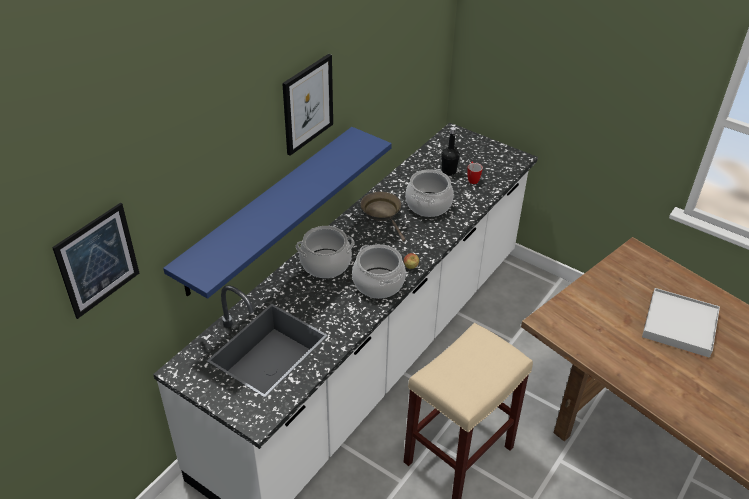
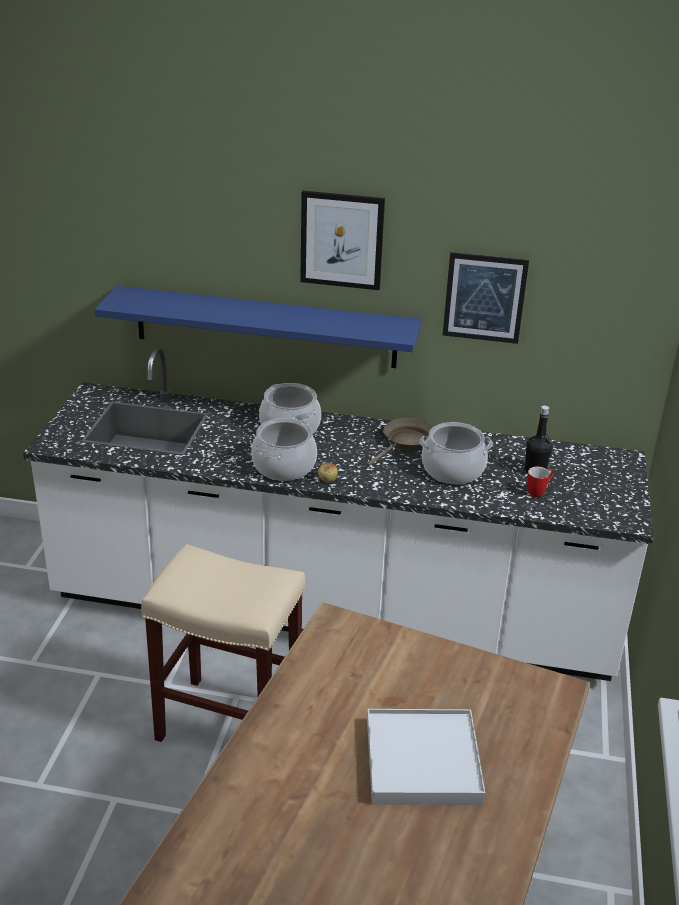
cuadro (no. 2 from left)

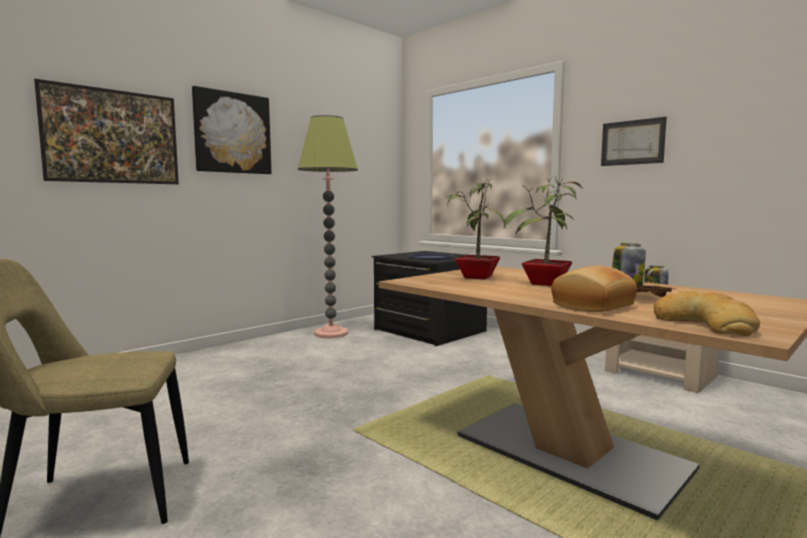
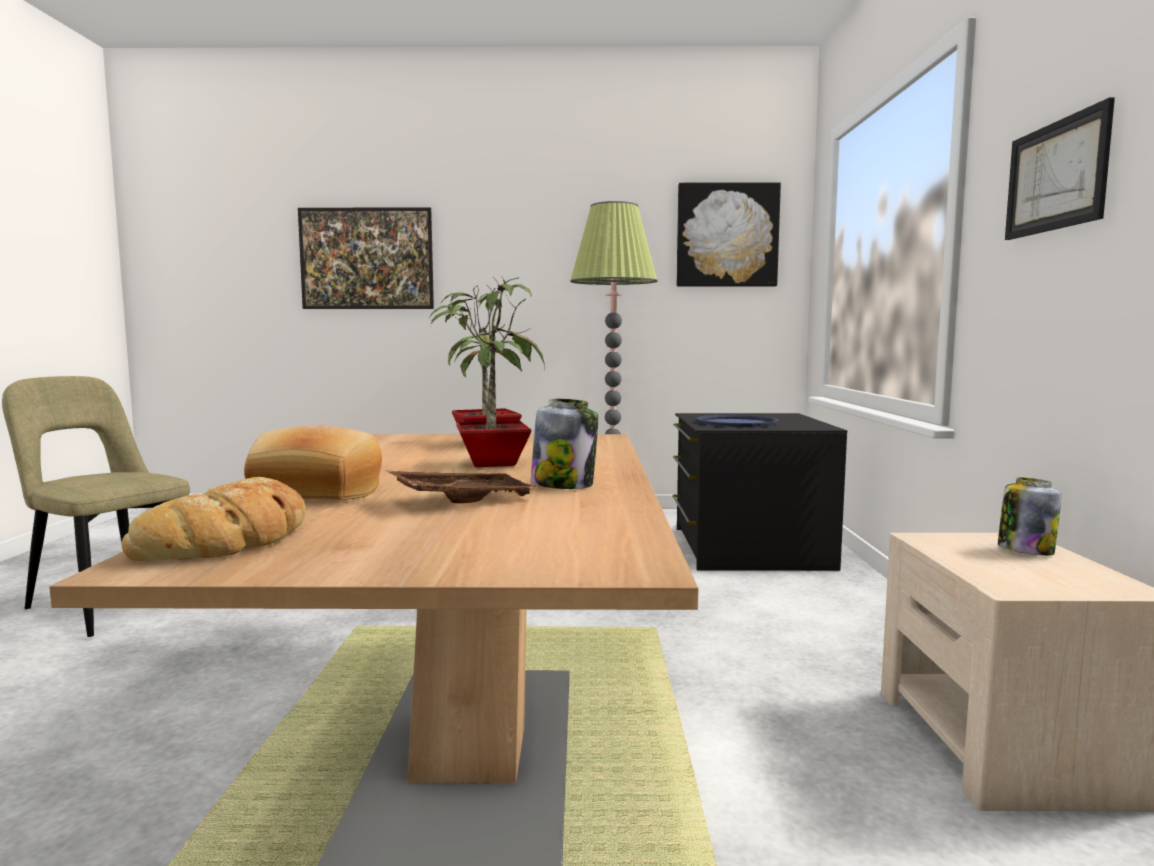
cuadro (no. 2 from left)

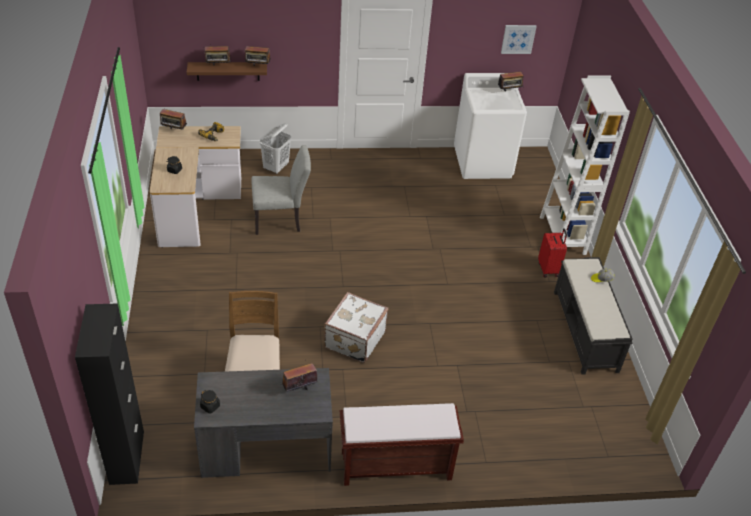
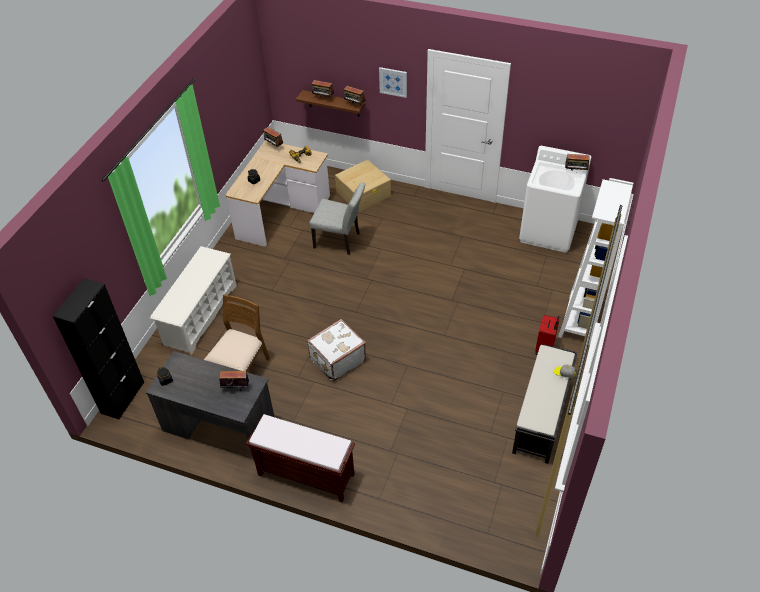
caja de almacenaje (beis)
cuadro
zapatero (blanco)

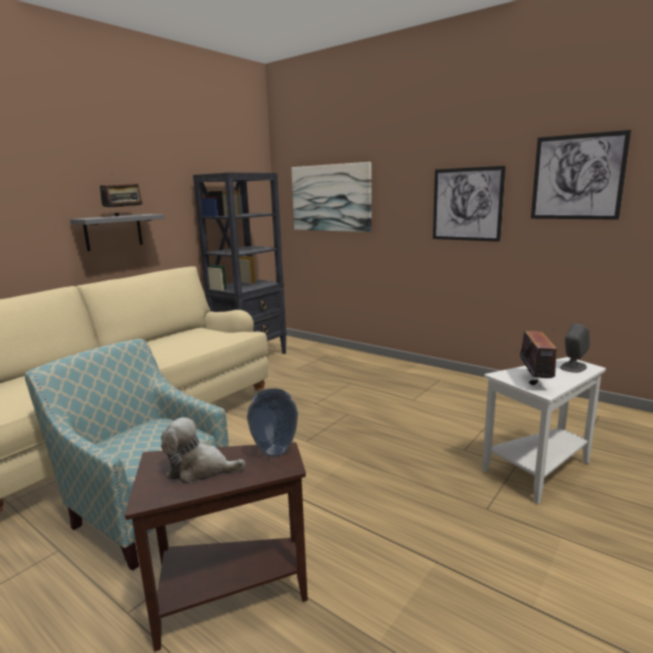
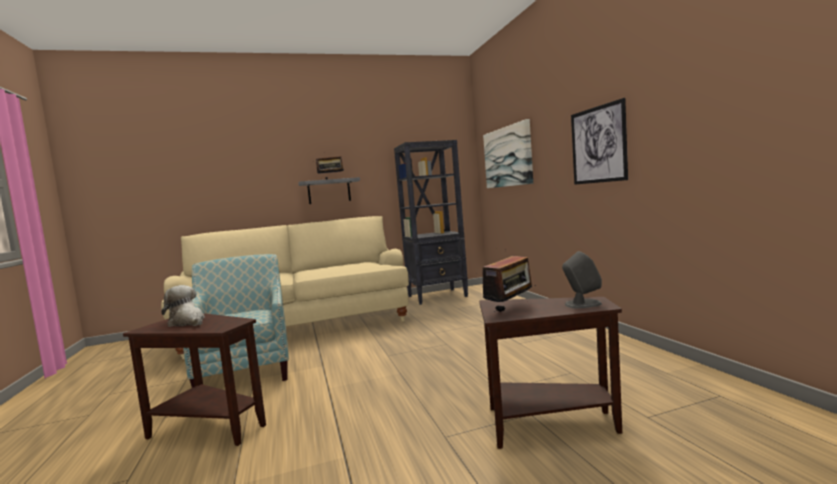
florero
mesa auxiliar (marrón) (no. 2 from left)
cuadro (no. 3 from left in the first image)

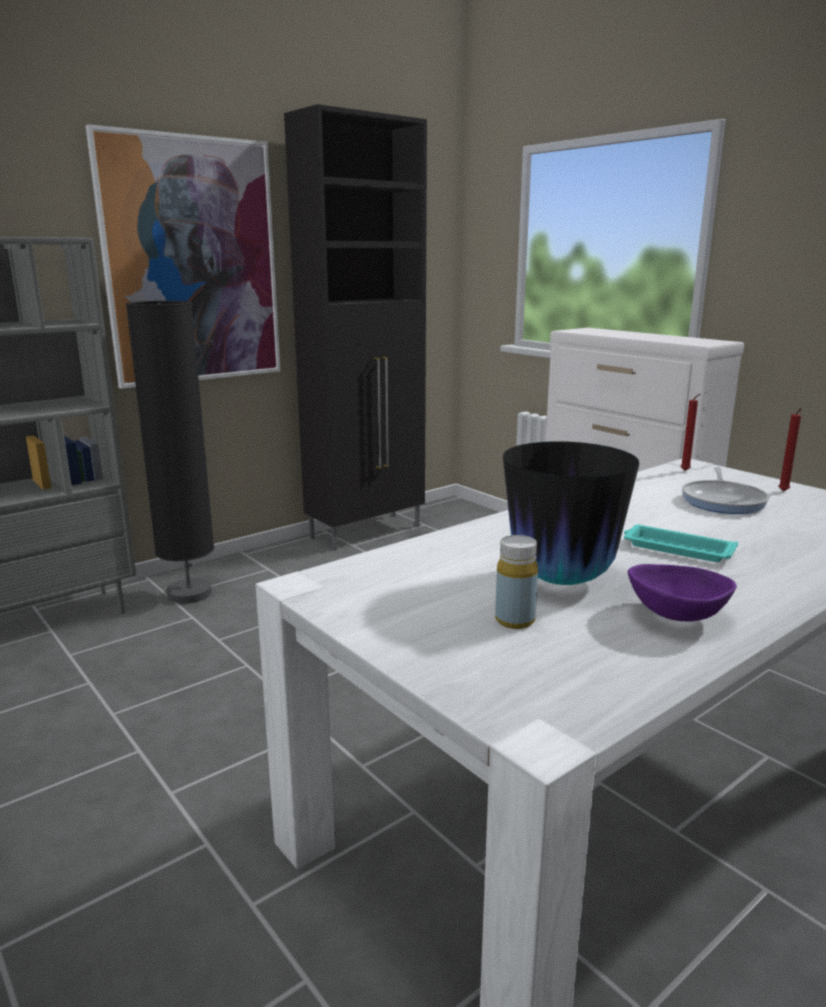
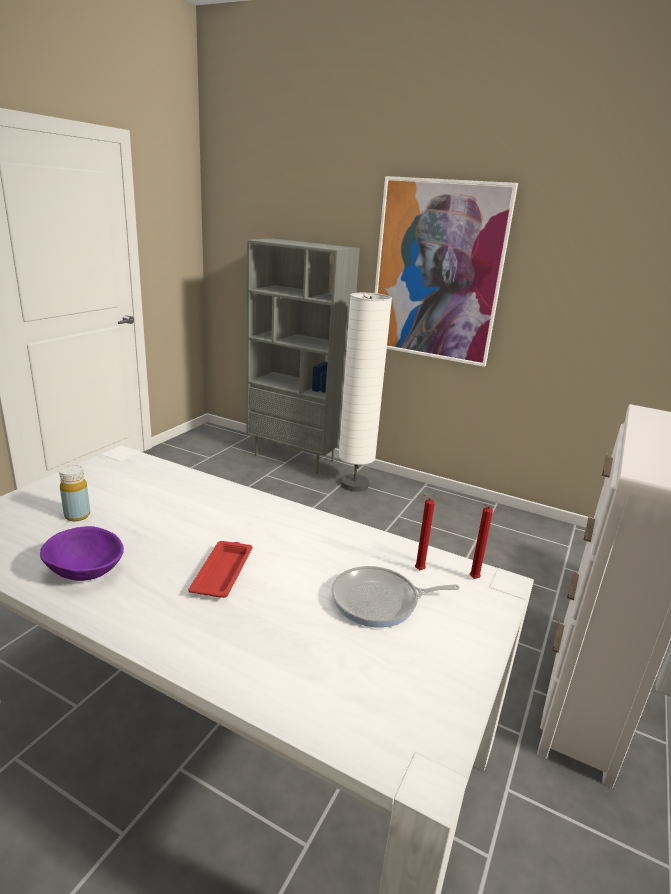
lámpara de pie (blanco)
armario (negro)
florero
bandeja (rojo)
vela (rojo) (no. 1 from left)

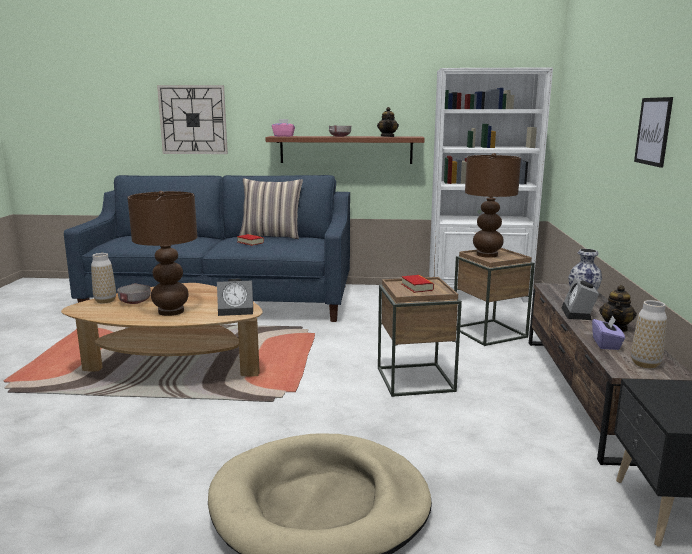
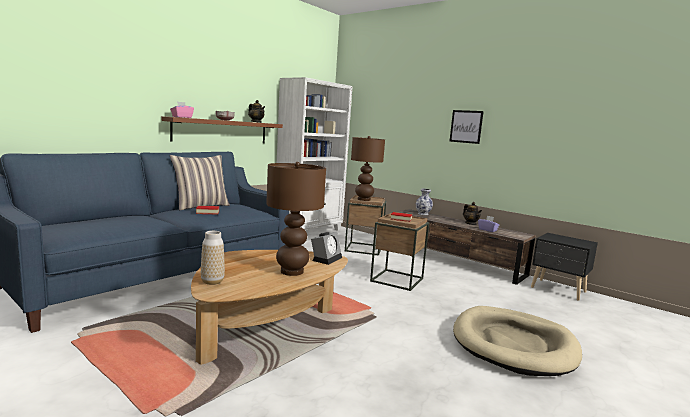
cuenco (gris) (no. 1 from left in the first image)
reloj de pared
despertador (no. 2 from left in the first image)
florero (no. 3 from left in the first image)

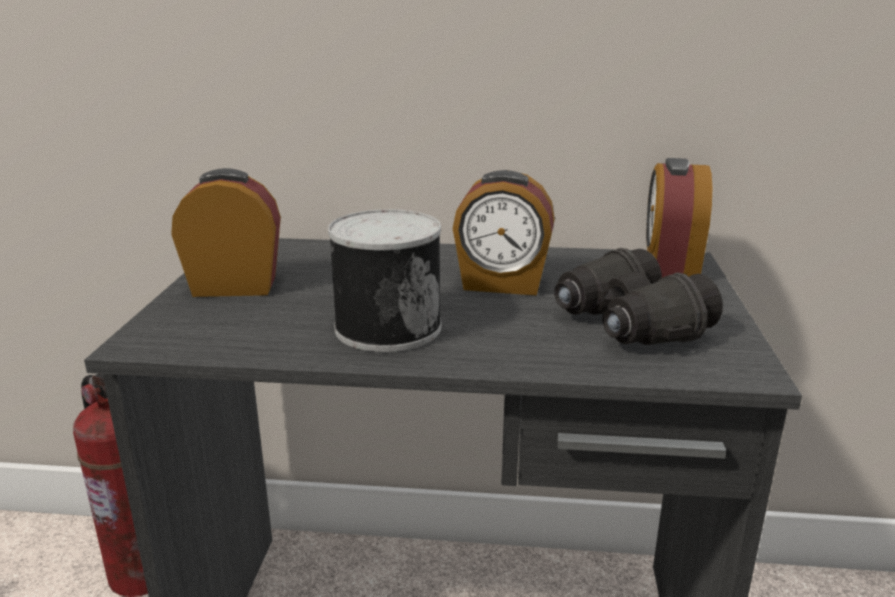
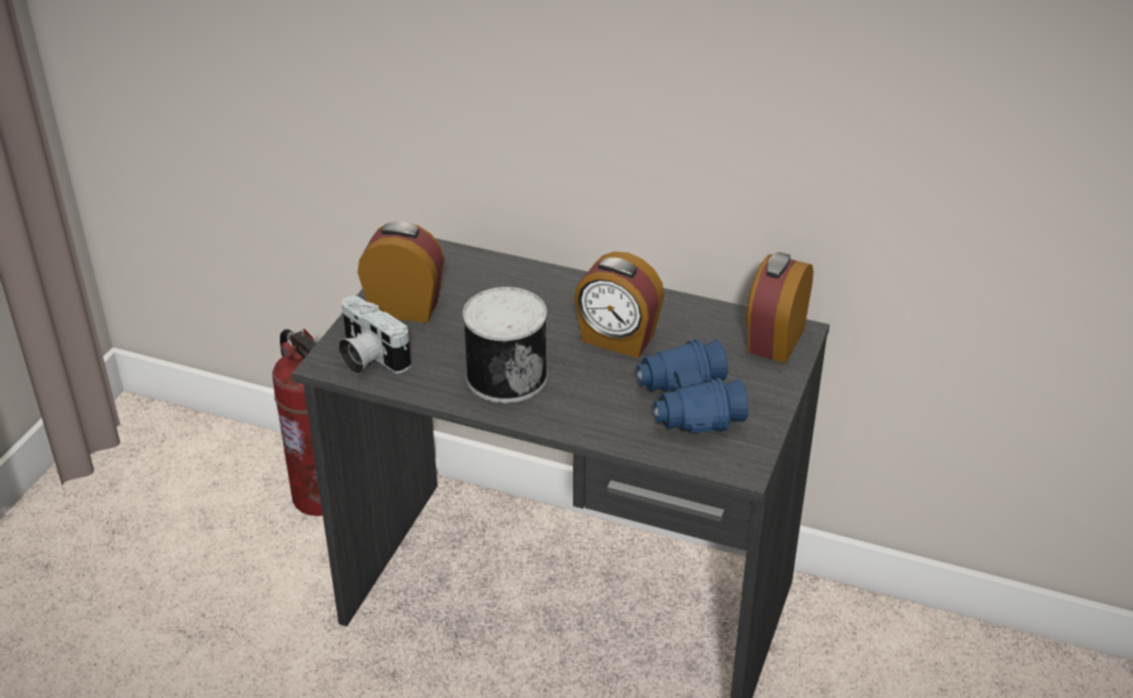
prismáticos (azul)
cámara

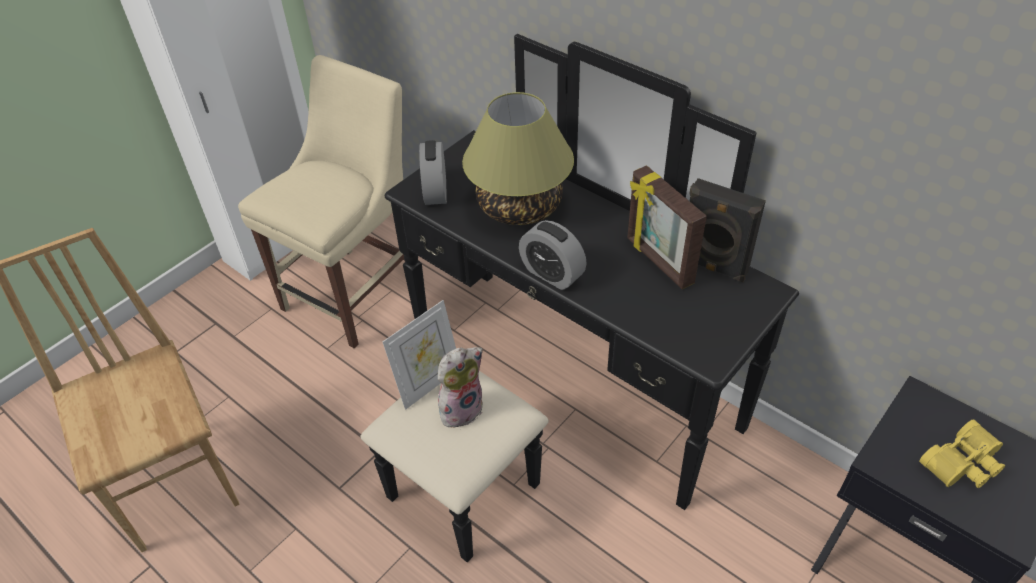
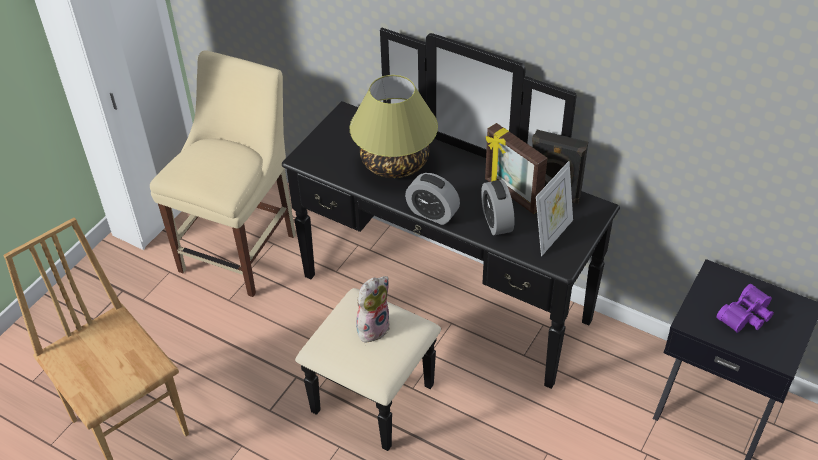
portarretratos (no. 2 from left)
despertador (no. 2 from left)
prismáticos (morado)

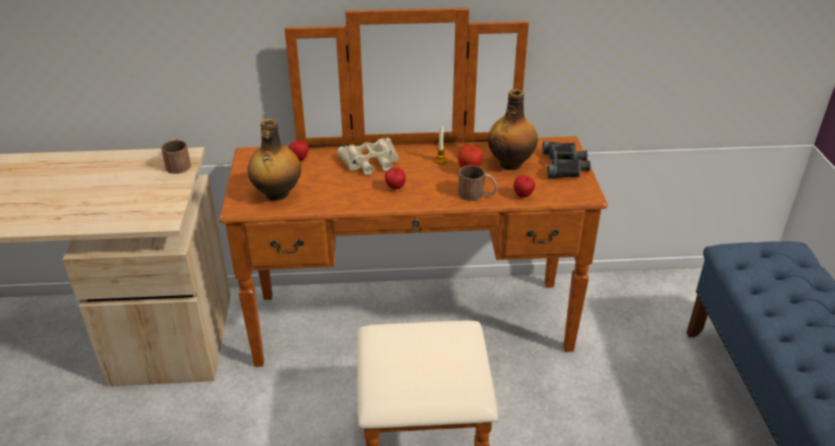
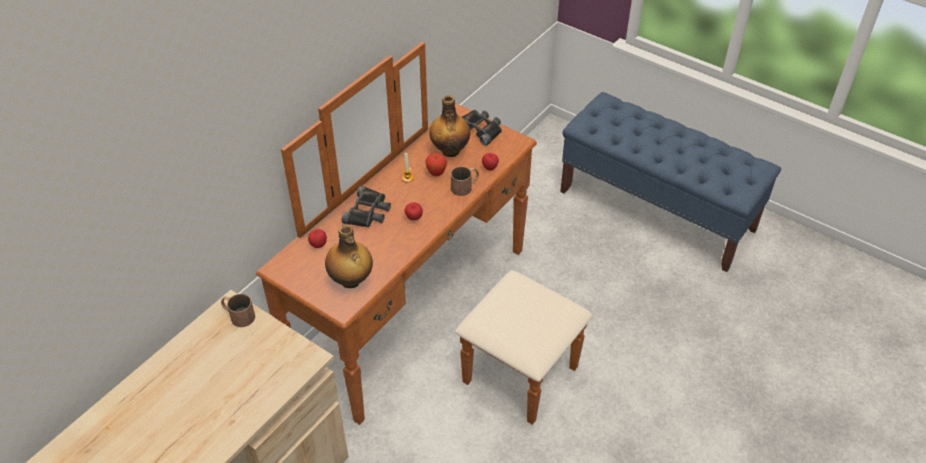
prismáticos (negro) (no. 1 from left)

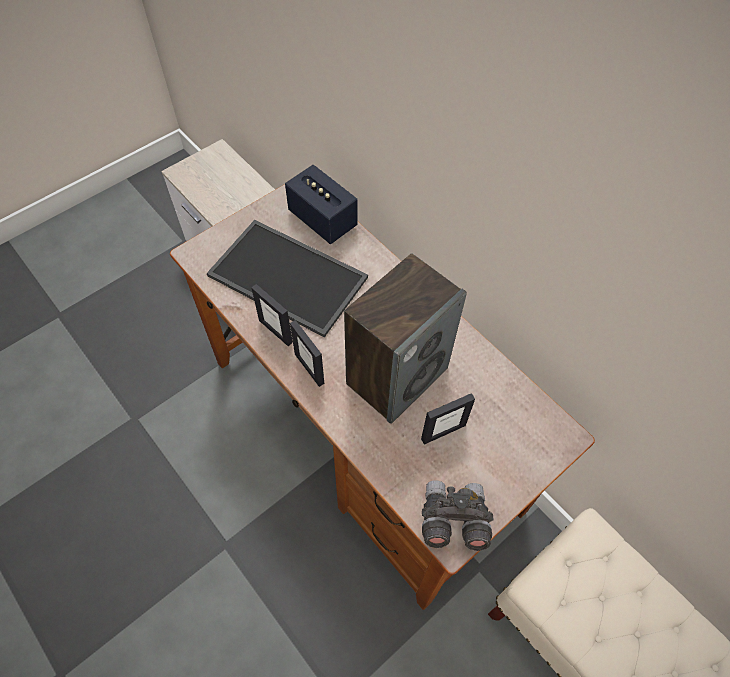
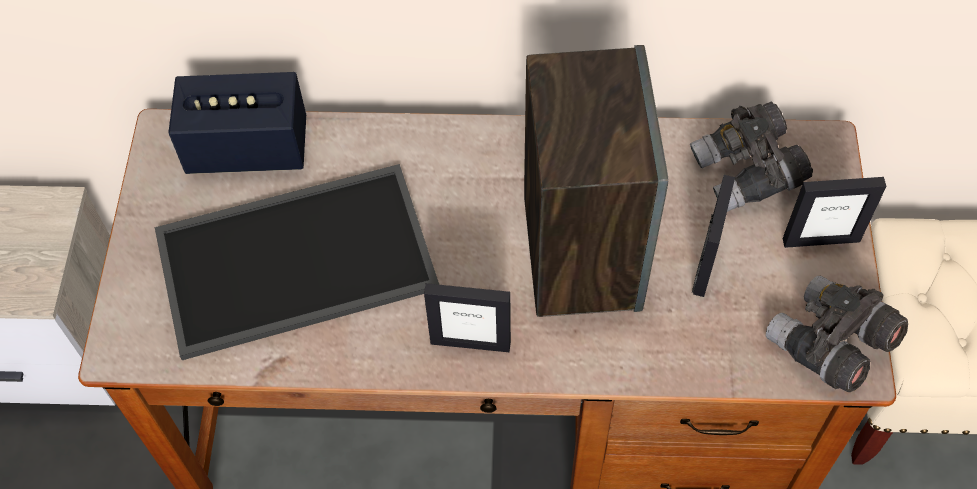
portarretratos (no. 3 from left)
prismáticos (gris) (no. 1 from left)

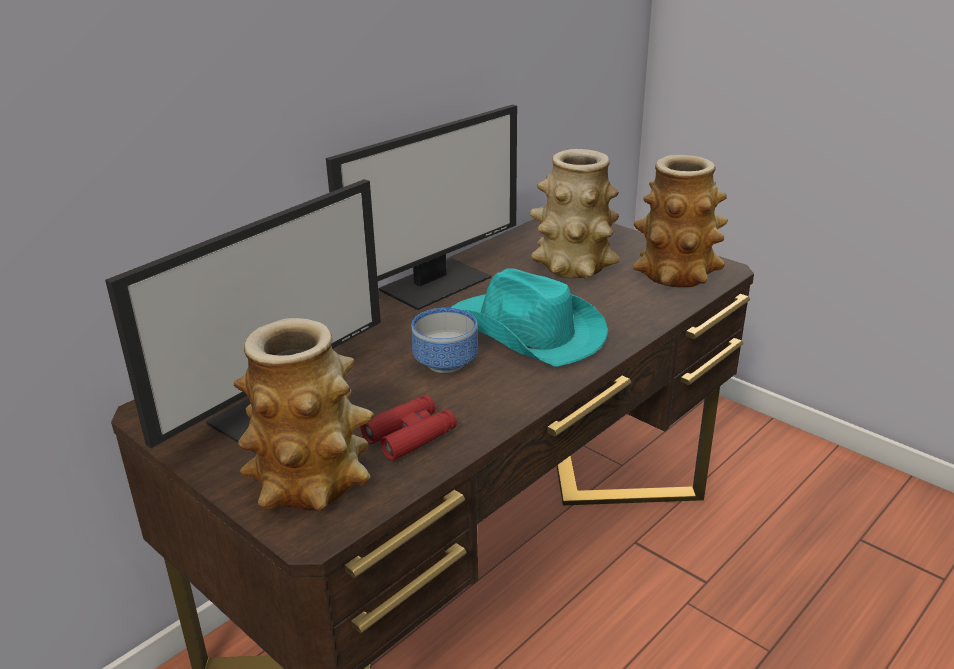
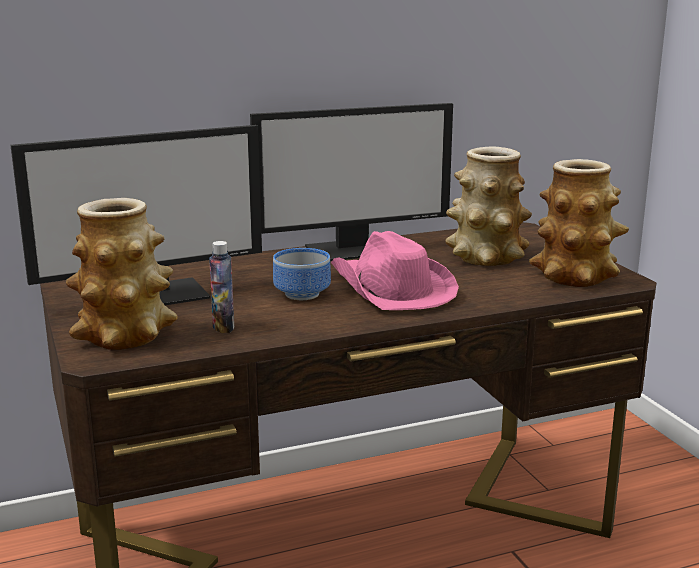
botella
sombrero (rosa)

